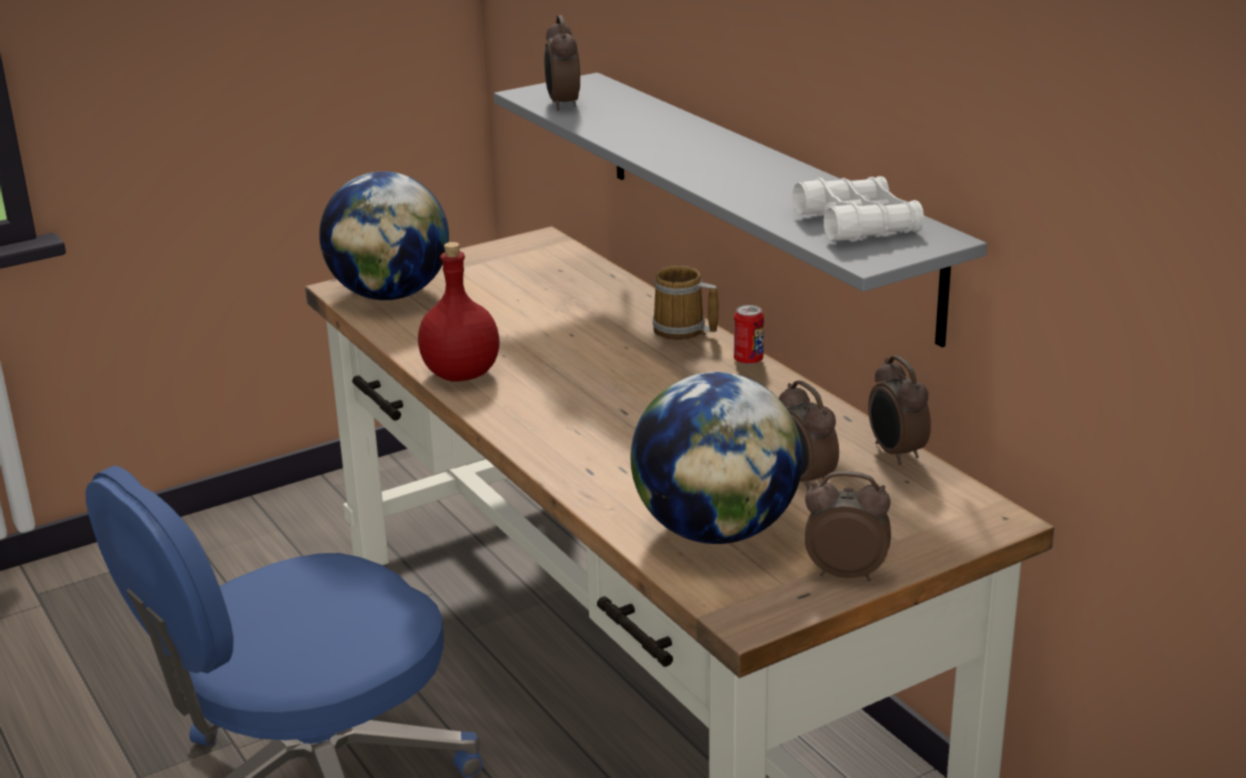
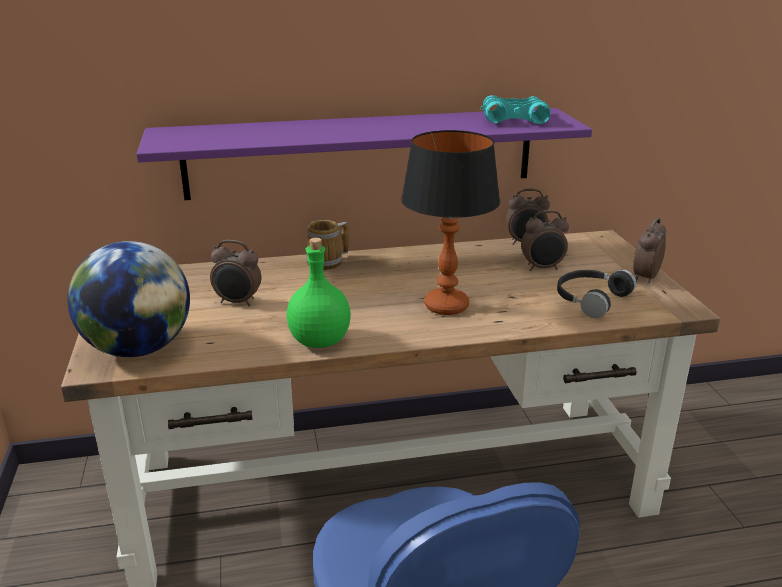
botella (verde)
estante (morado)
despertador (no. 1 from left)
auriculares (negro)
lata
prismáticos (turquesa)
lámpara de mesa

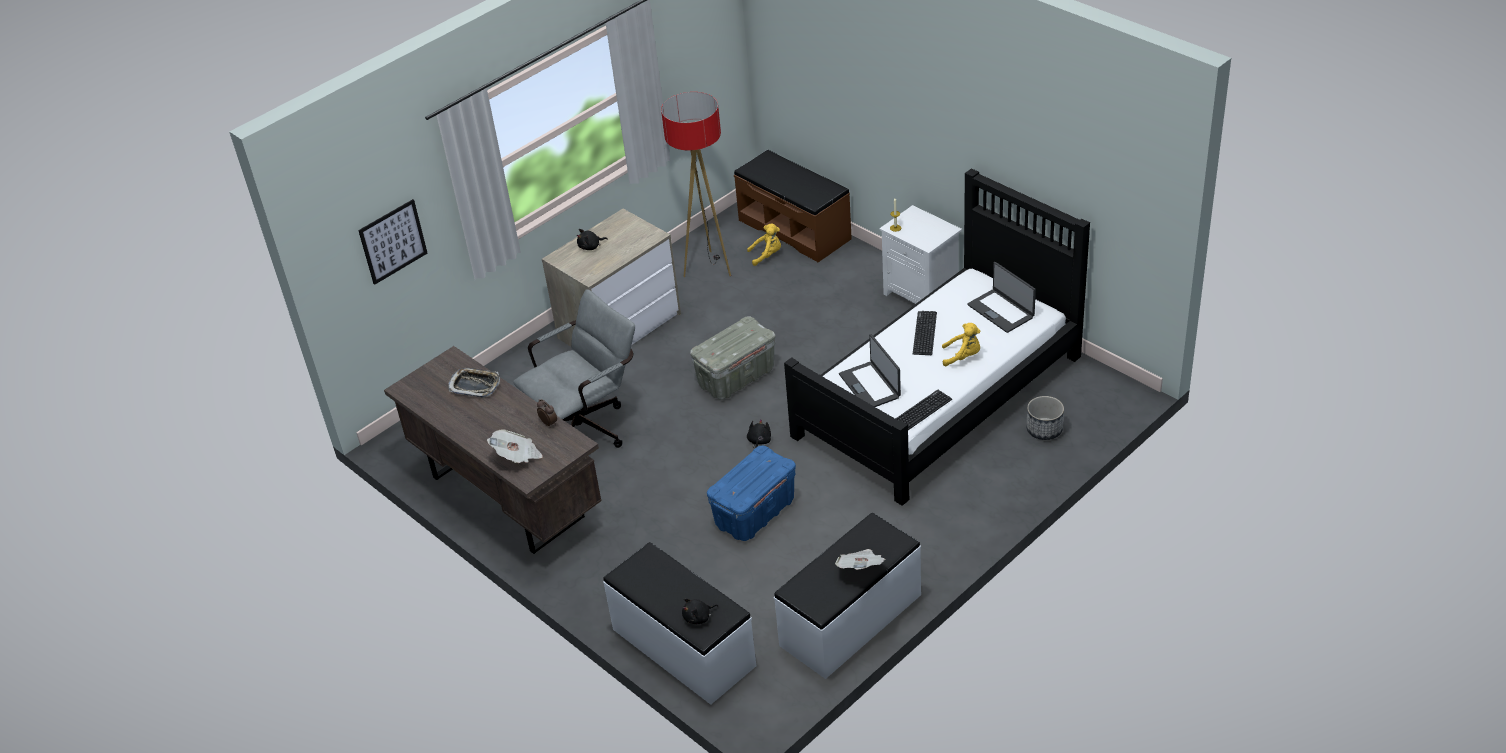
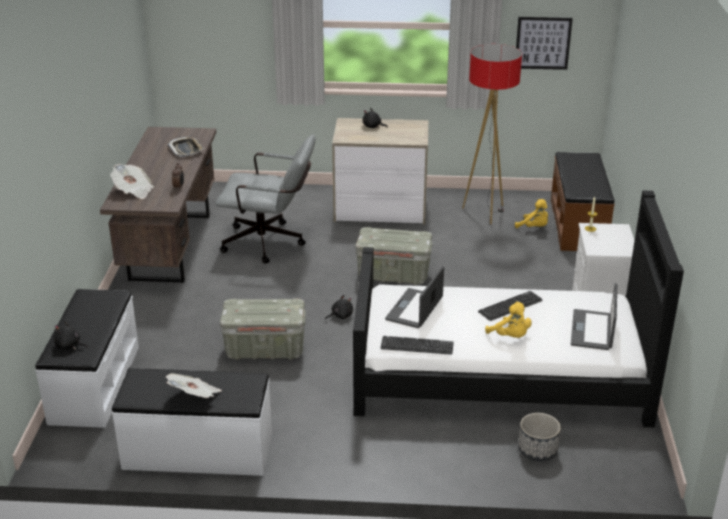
cuadro
caja de almacenaje (gris) (no. 1 from left)

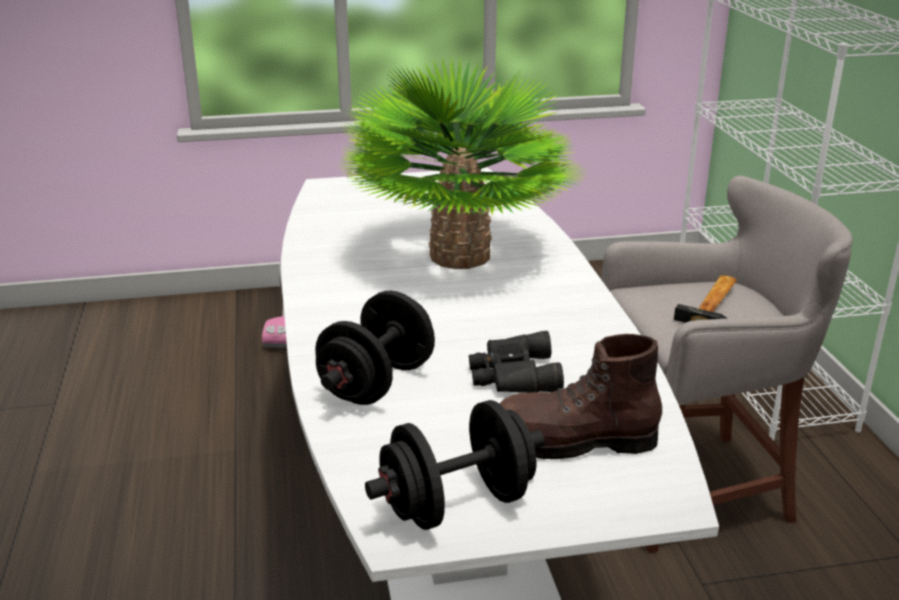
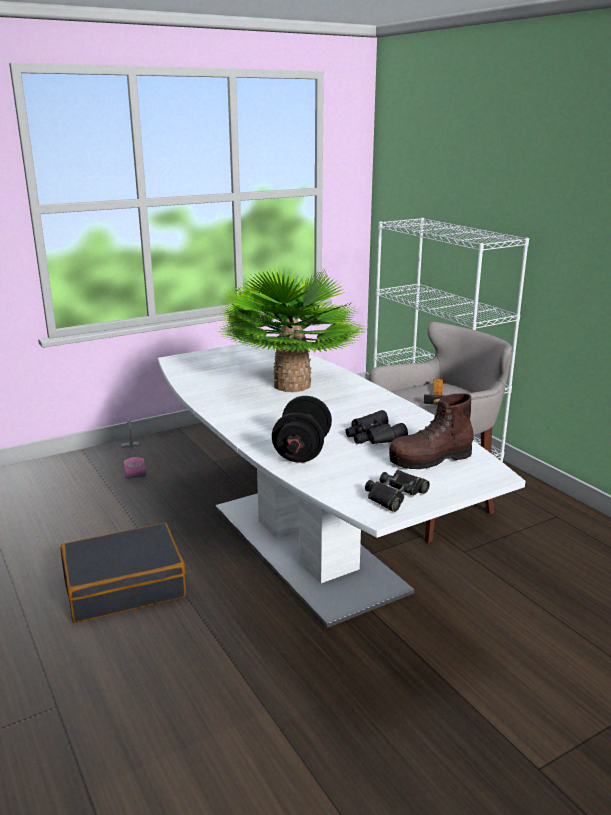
prismáticos (negro) (no. 2 from left)
maleta (negro)

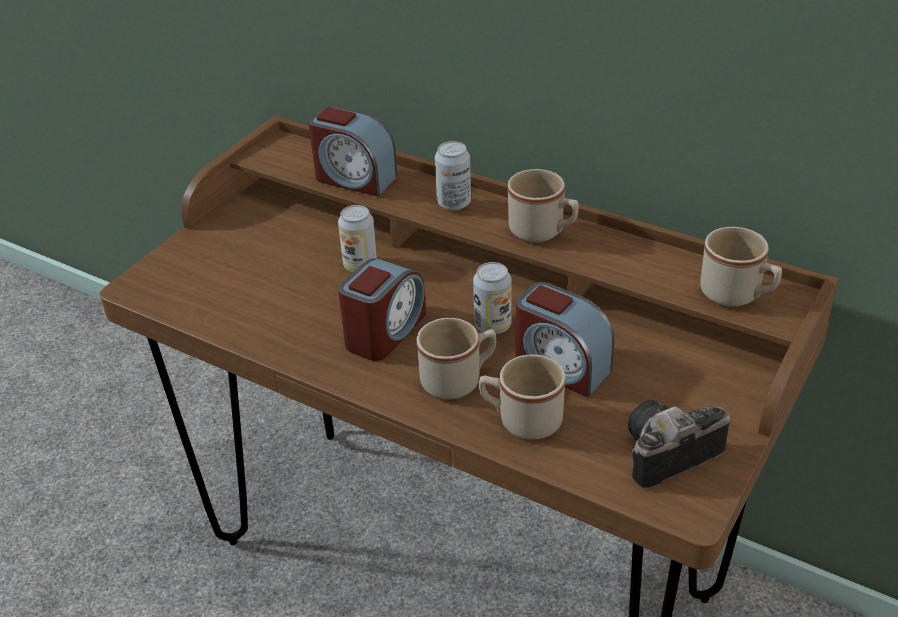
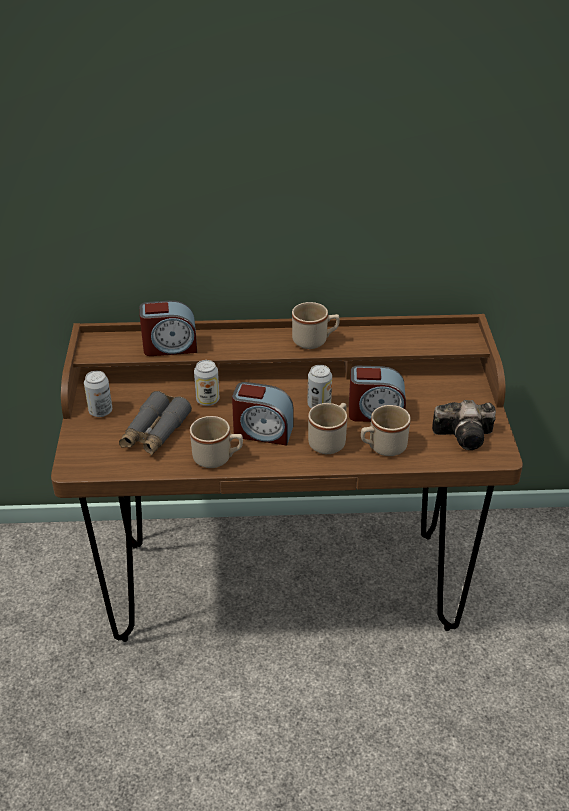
despertador (no. 2 from left)
lata (no. 1 from left)
cámara
taza grande (beis) (no. 1 from left)
prismáticos (gris)

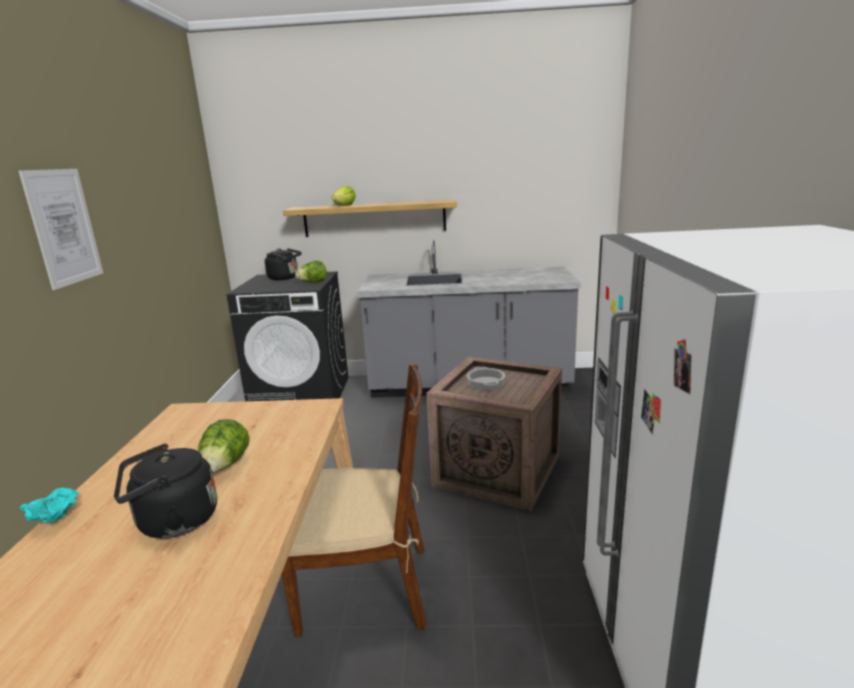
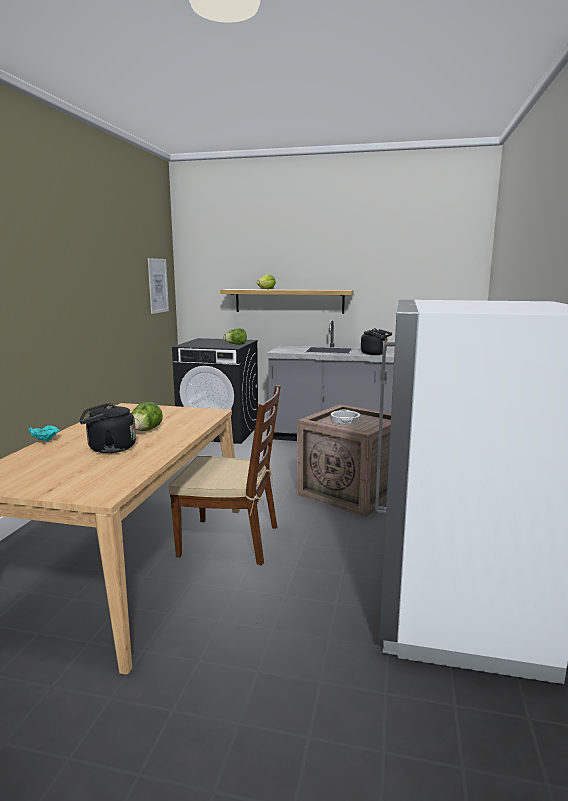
cuadro
hervidor (negro) (no. 2 from left)

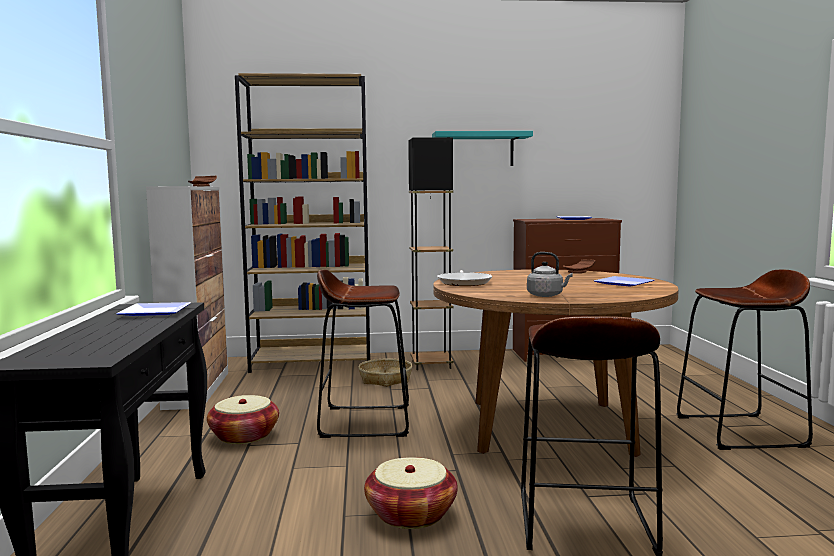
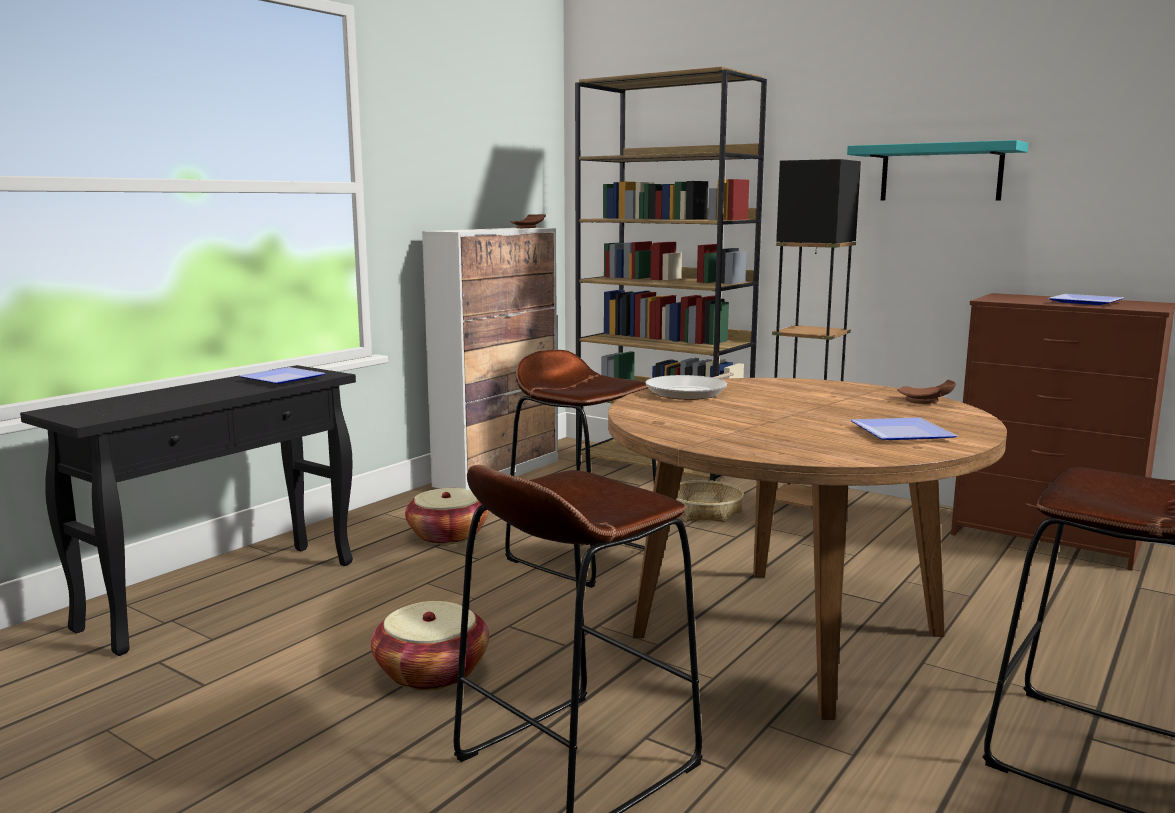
hervidor (gris)

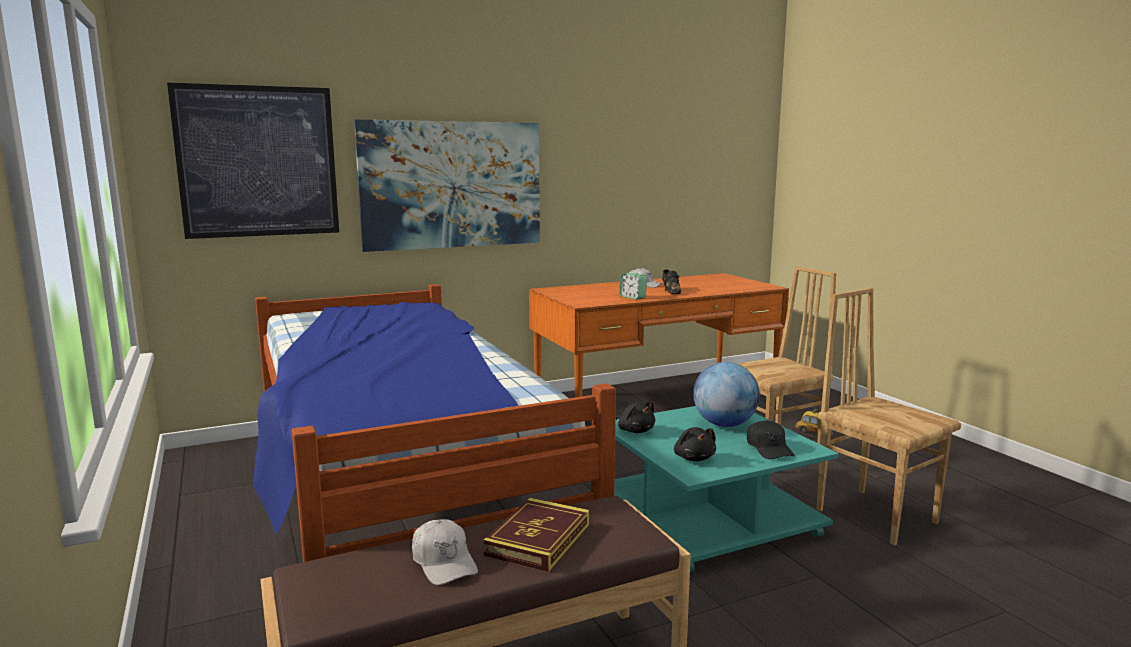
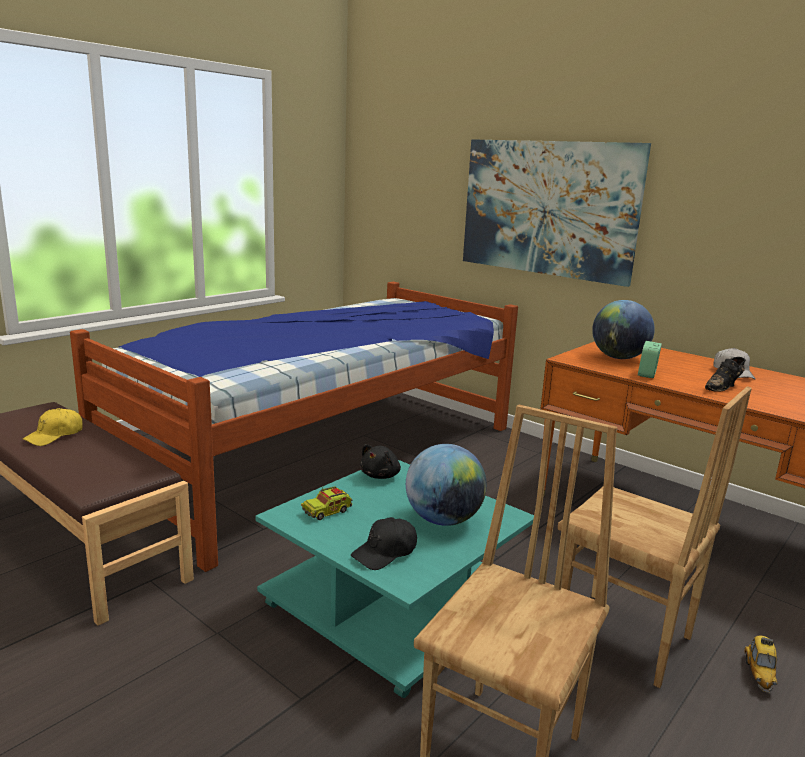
cuadro (no. 1 from left in the first image)
gorra (amarillo)
libro
camión de juguete
globo terráqueo (no. 2 from left)

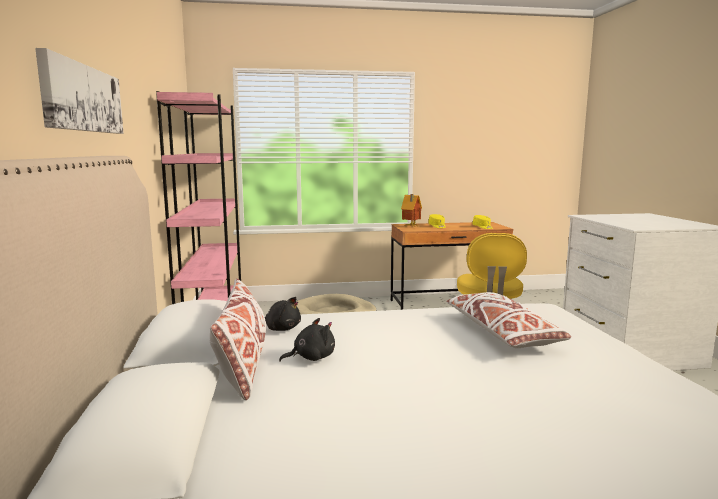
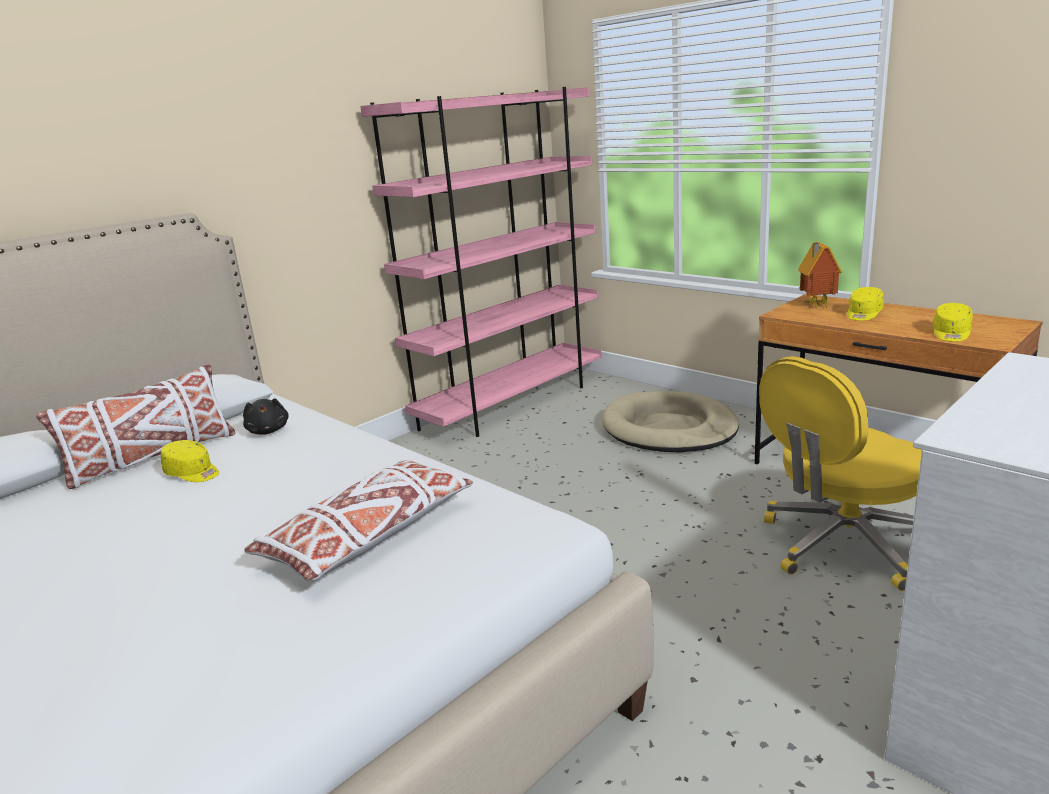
cuadro
gorra (amarillo) (no. 1 from left)

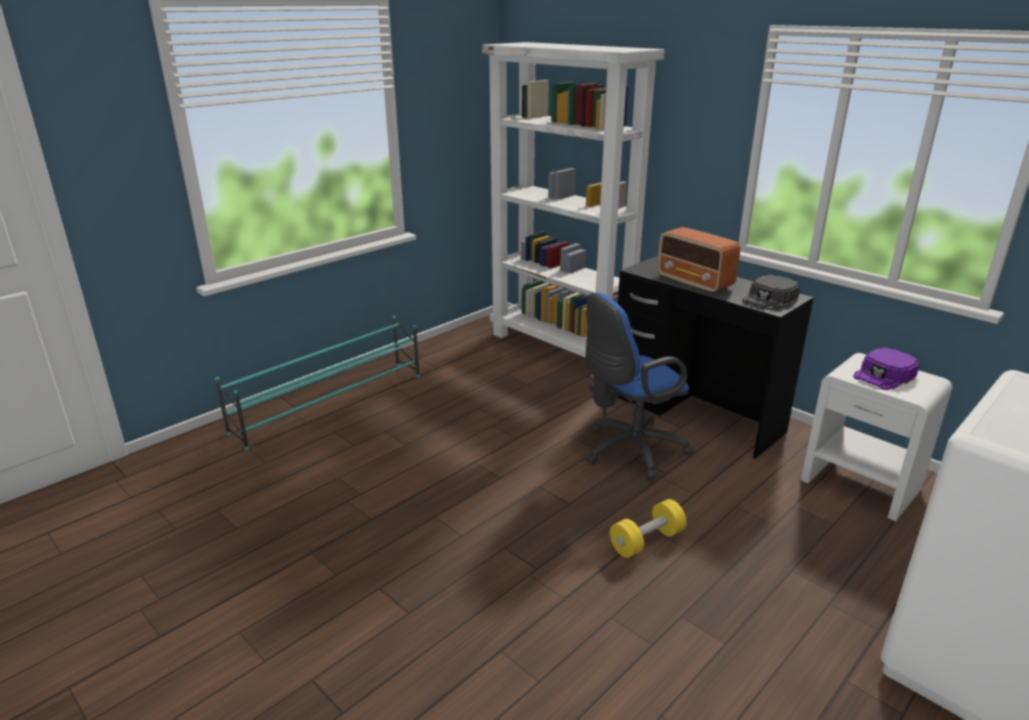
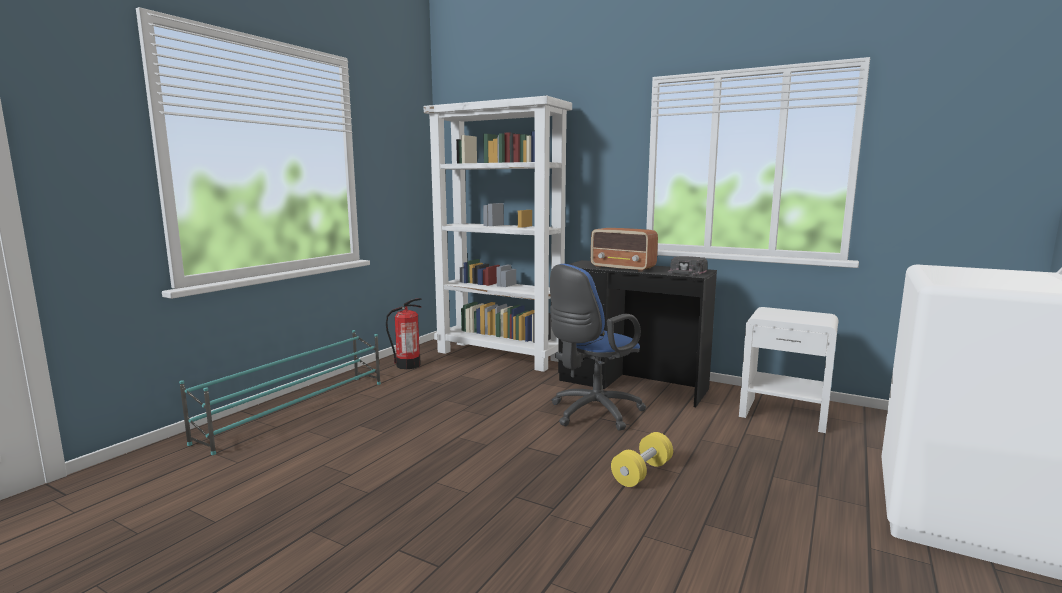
gorra (morado)
extintor

